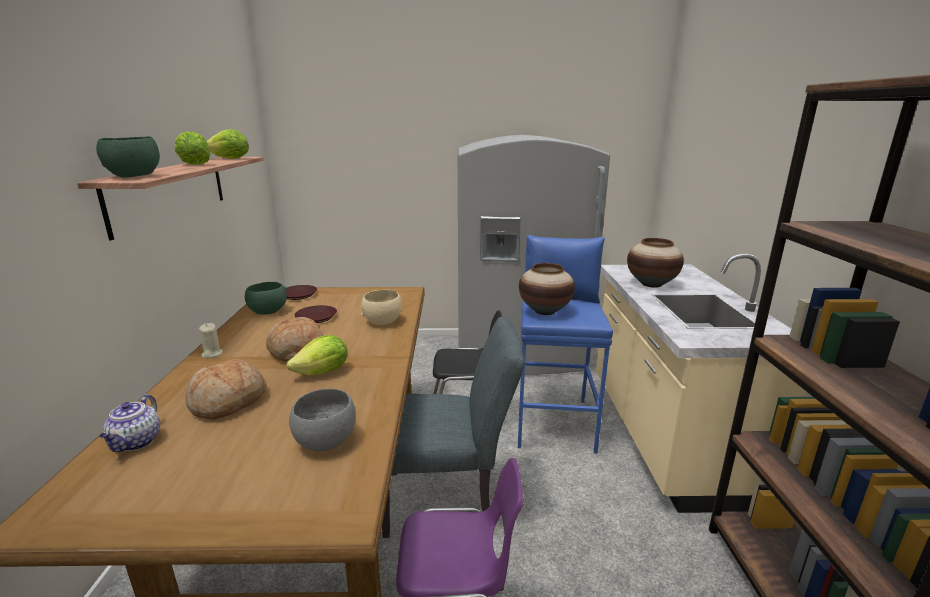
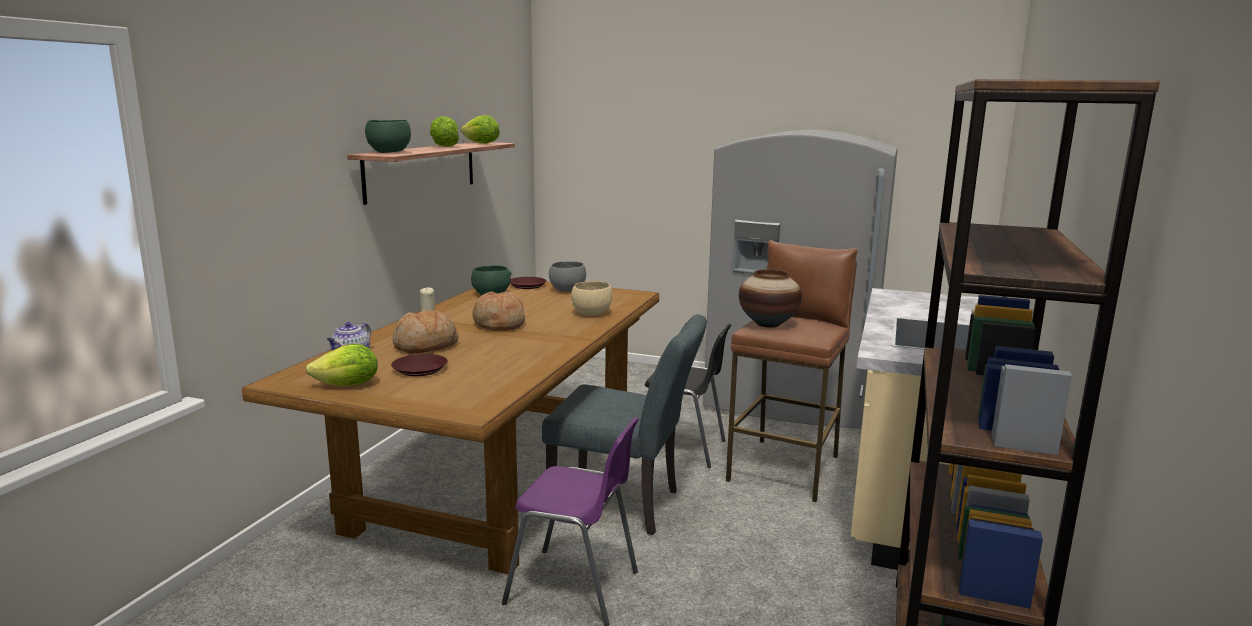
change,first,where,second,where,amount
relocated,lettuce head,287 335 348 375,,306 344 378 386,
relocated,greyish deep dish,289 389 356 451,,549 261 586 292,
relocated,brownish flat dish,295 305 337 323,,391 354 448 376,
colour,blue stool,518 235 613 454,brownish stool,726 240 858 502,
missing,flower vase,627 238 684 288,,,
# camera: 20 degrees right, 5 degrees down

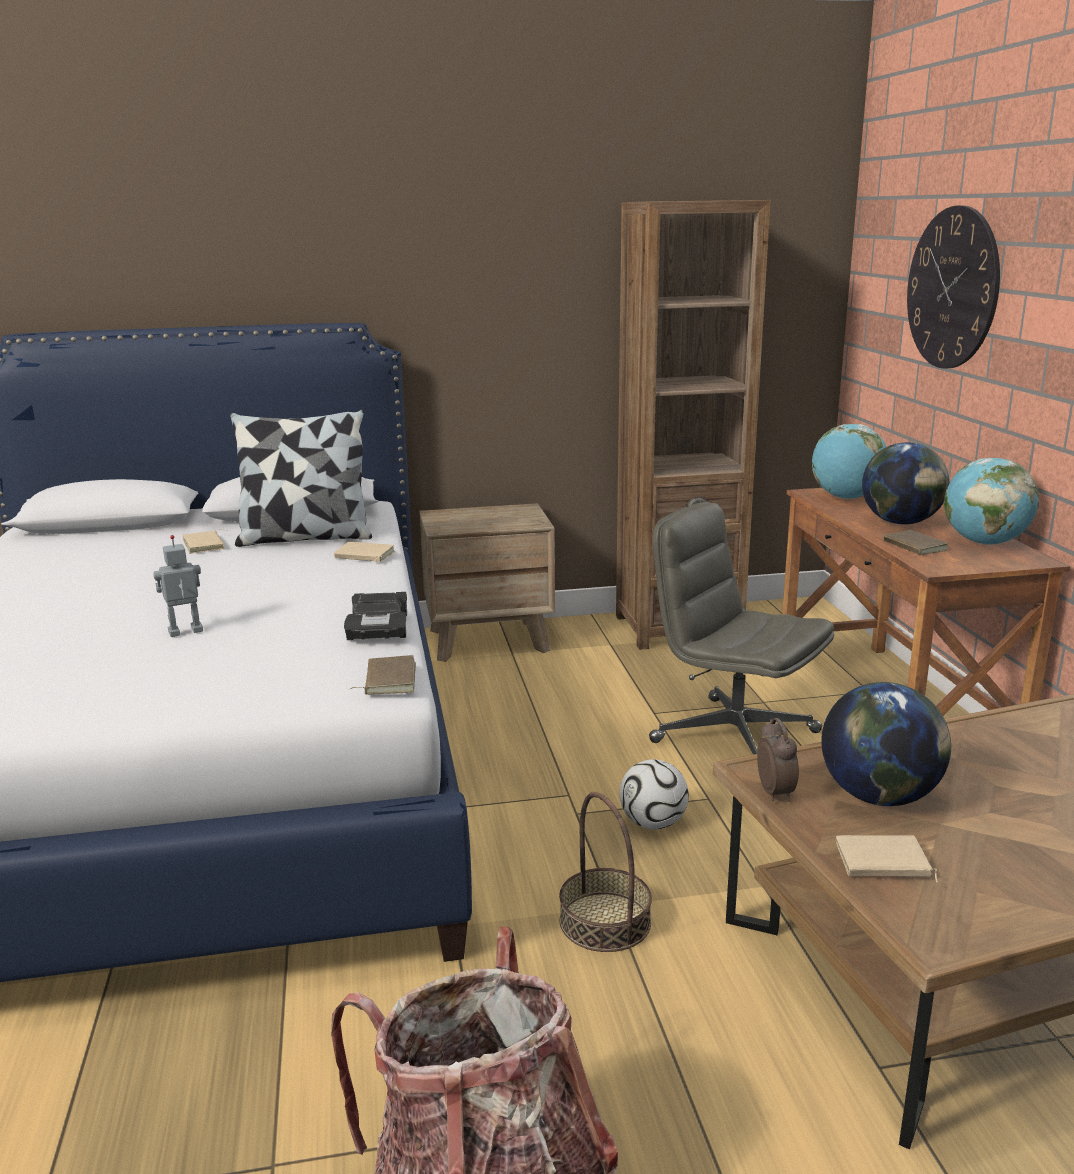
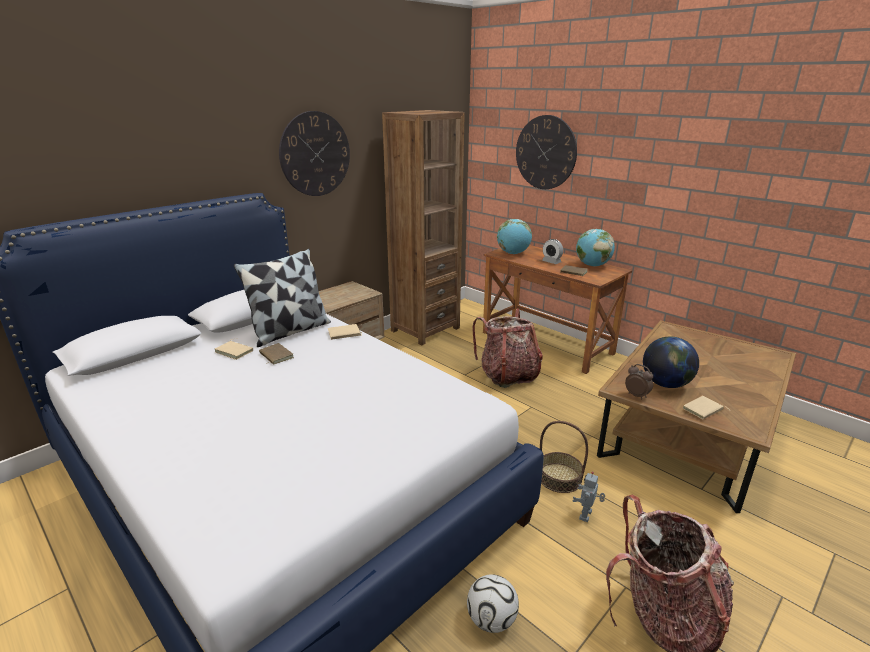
change,first,where,second,where,amount
relocated,toy robot,153 535 203 637,,573 472 605 522,
missing,blackish model car,344 592 407 640,,,
relocated,brownish volume,350 655 416 695,,259 343 294 365,
relocated,football ball,619 759 689 829,,467 574 519 633,
exchanged,greyish computer chair,649 502 834 755,knapsack,472 308 543 388,
exchanged,globe,862 442 949 524,bedside clock,542 239 563 264,
appeared,,,clock on the wall,279 111 350 196,
# camera: 35 degrees left, 5 degrees up

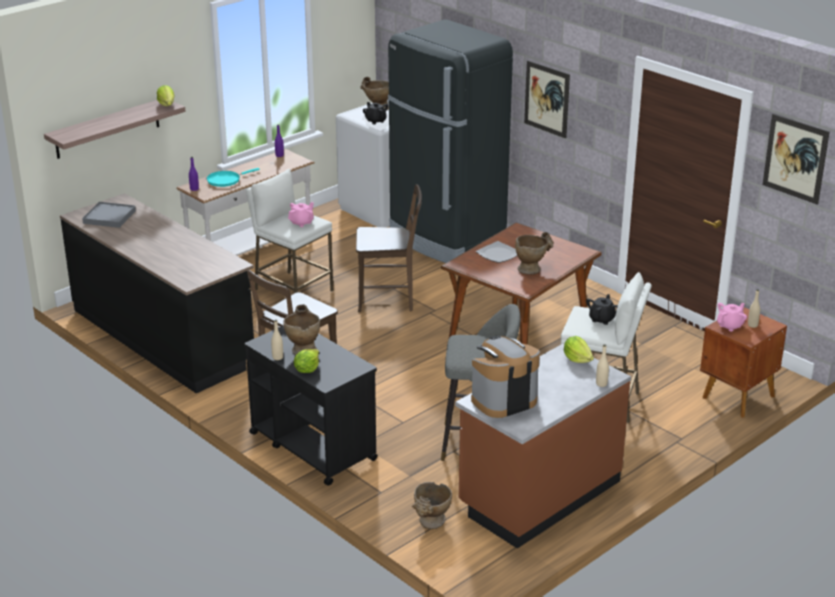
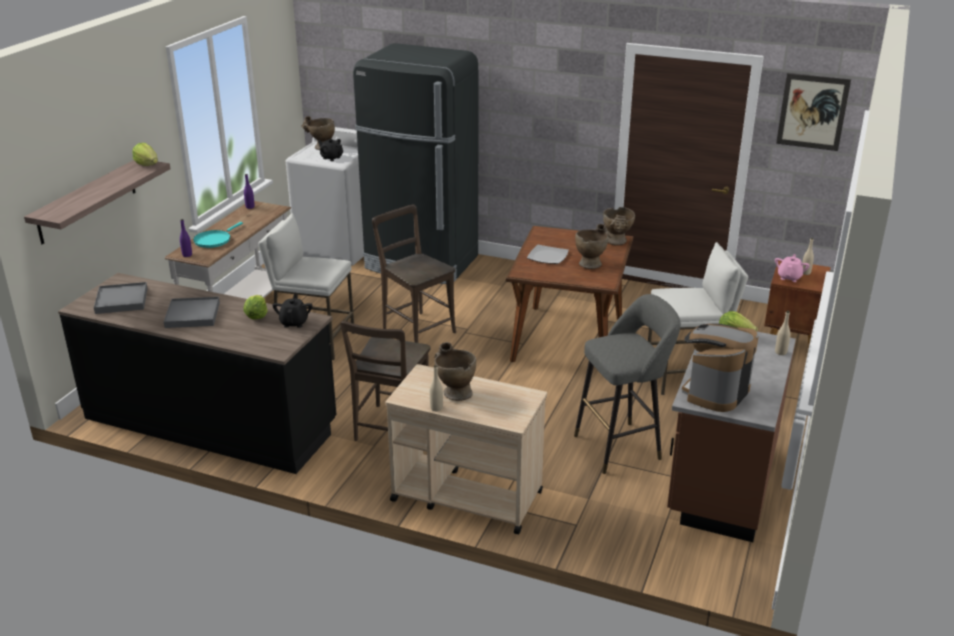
change,first,where,second,where,amount
colour,blackish cart,244 326 378 486,sand-coloured cart,385 364 547 534,
missing,pink tea pot,288 202 314 227,,,
relocated,lettuce head,294 349 319 373,,243 295 268 319,
spun,brownish chair,356 184 422 312,,372 205 456 343,105 degrees counterclockwise
relocated,sand-coloured flower vase,412 482 452 529,,603 207 635 245,
missing,picture,524 60 570 138,,,
relocated,blackish tea pot,586 294 618 325,,272 294 313 328,
appeared,,,greyish serving tray,164 297 220 328,
# camera: 25 degrees left, 0 degrees up

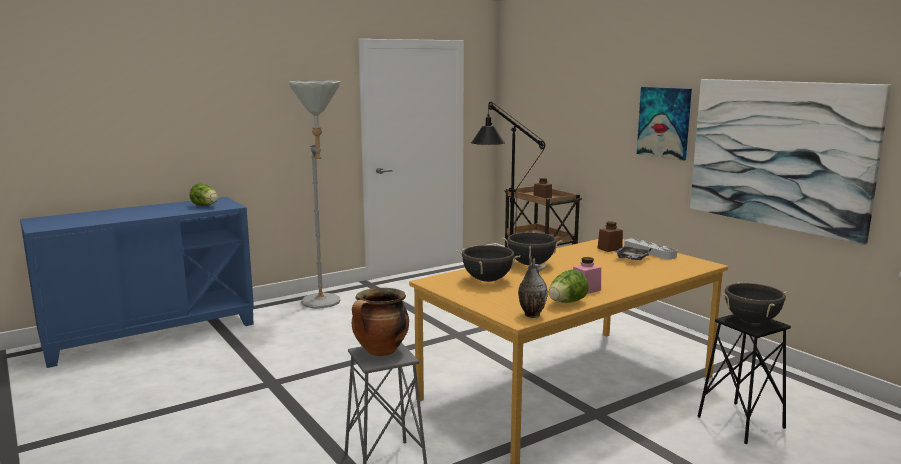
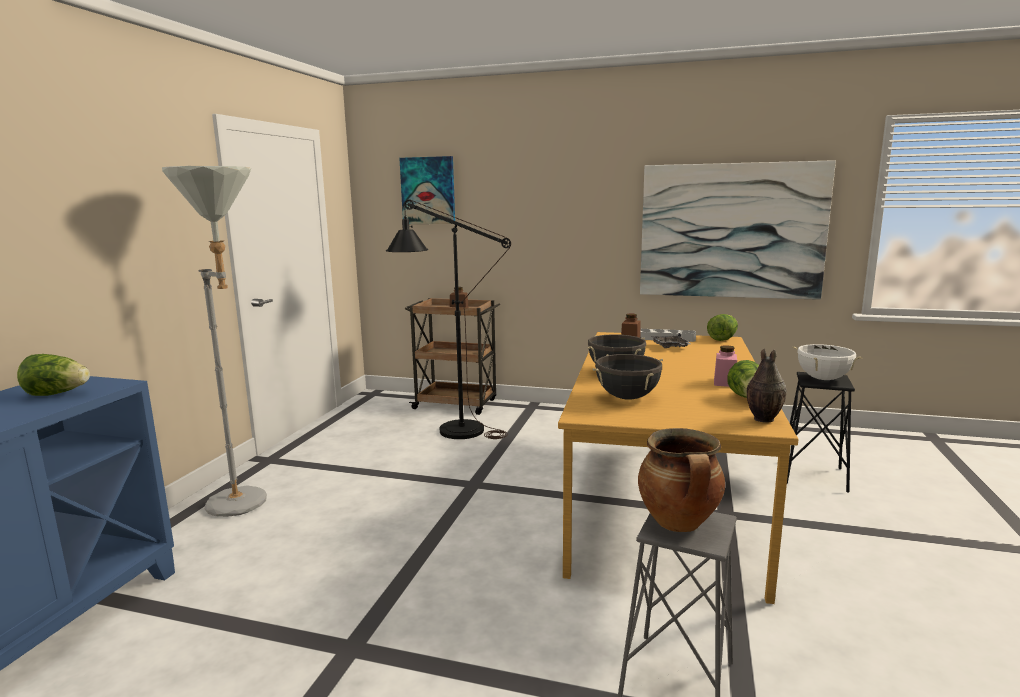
change,first,where,second,where,amount
relocated,picture,637 87 692 161,,399 156 455 224,
colour,blackish saucepot,721 282 788 323,whitish saucepot,793 344 863 380,
appeared,,,lettuce head,707 314 738 341,
# camera: 40 degrees left, 0 degrees up

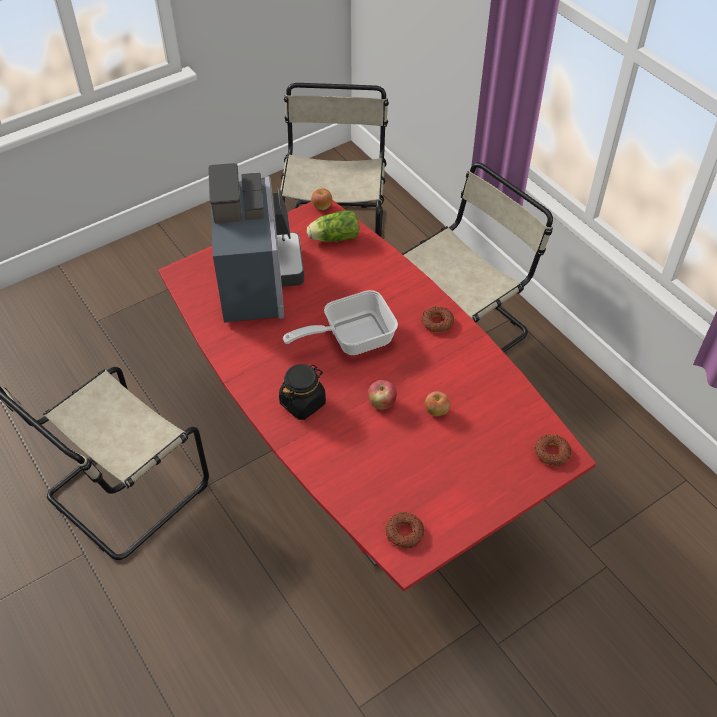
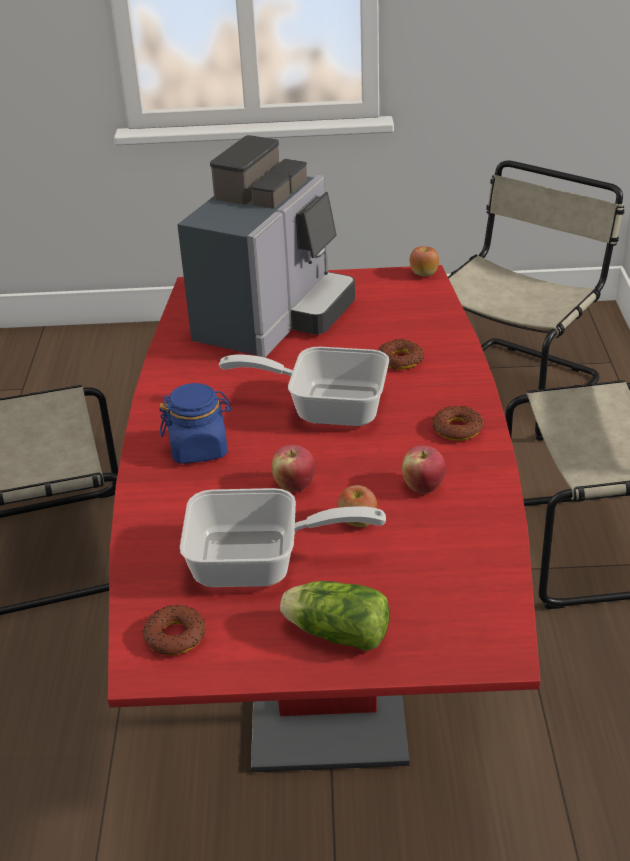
change,first,where,second,where,amount
colour,blackish storage jar,279 364 326 420,blue storage jar,159 383 232 464,
relocated,lettuce head,307 211 359 242,,280 581 389 651,
relocated,ring doughnut,535 434 571 466,,378 339 424 370,
appeared,,,frying pan,180 488 386 587,
appeared,,,apple fruit,402 445 446 494,
# camera: 35 degrees right, 15 degrees down

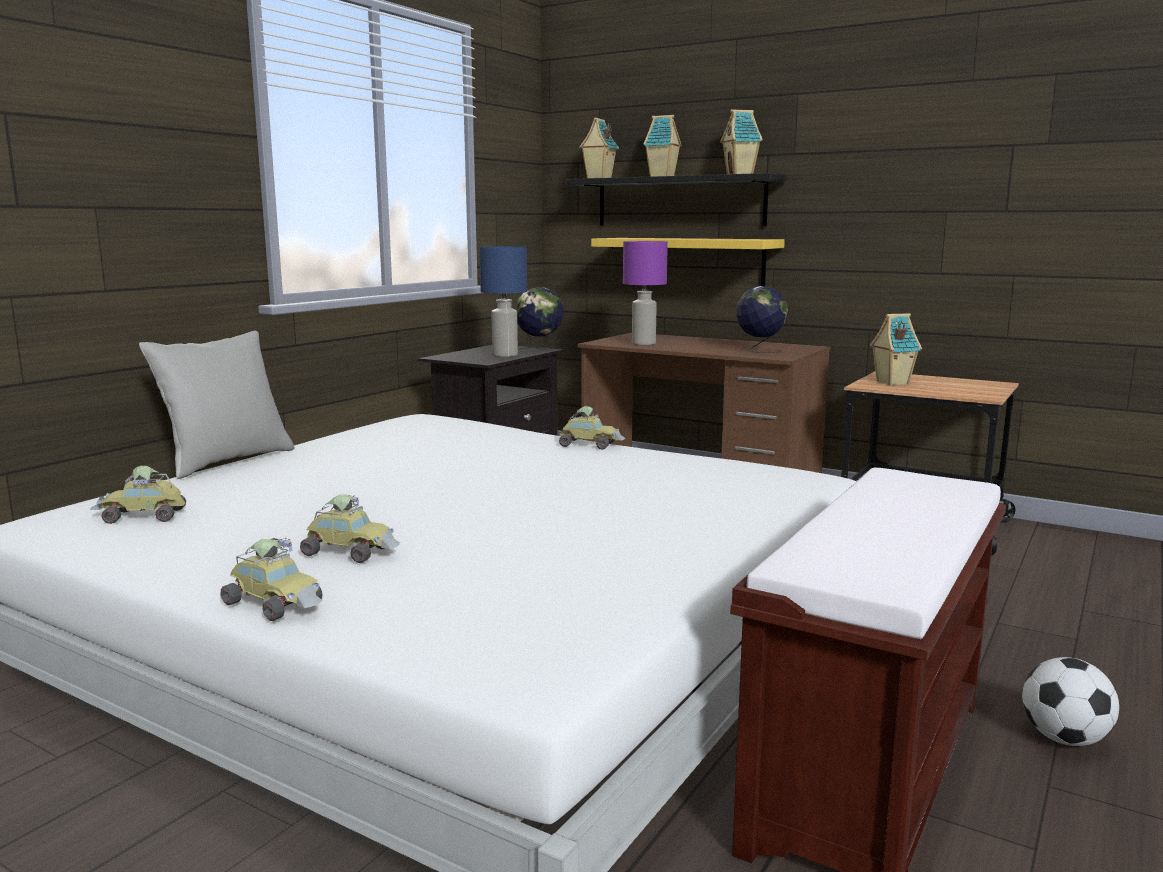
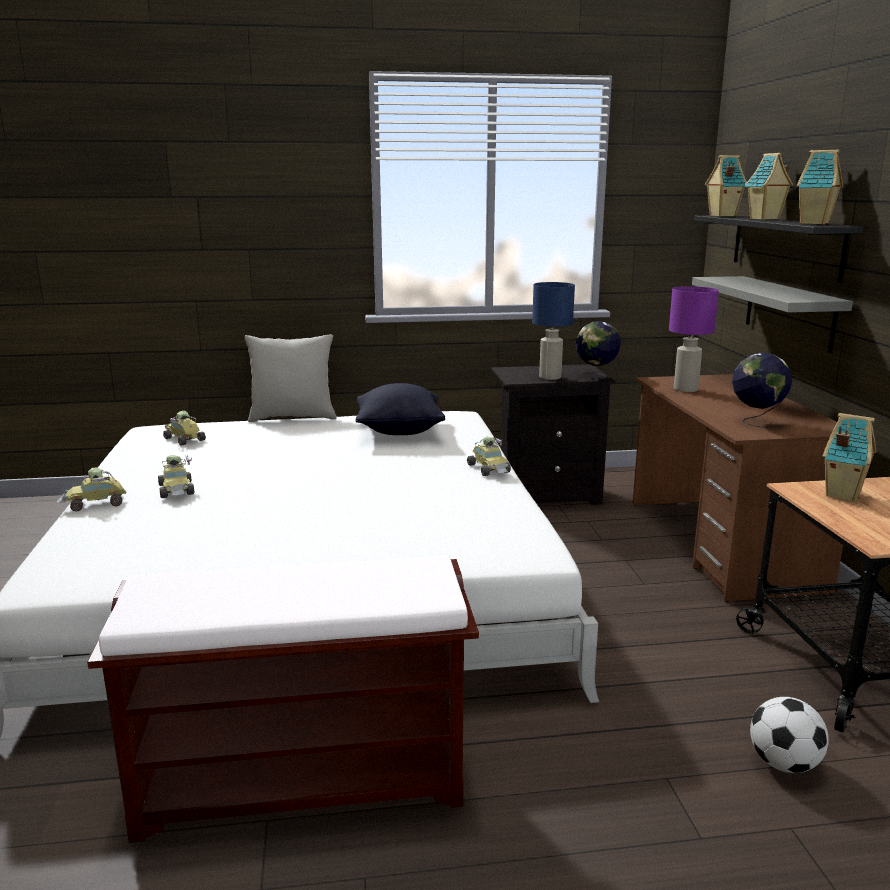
change,first,where,second,where,amount
spun,model car,221 538 323 621,,57 467 127 511,75 degrees clockwise
colour,yellow-coloured bracket shelf,591 238 785 286,greyish bracket shelf,692 276 853 353,
relocated,football ball,1022 657 1119 746,,750 697 829 773,
appeared,,,blackish cushion,355 383 445 435,
# camera: 50 degrees right, 5 degrees up

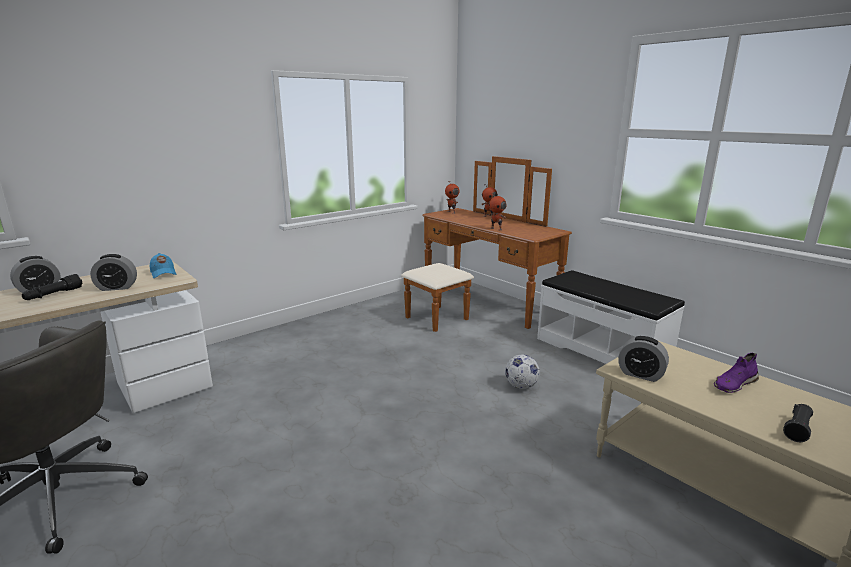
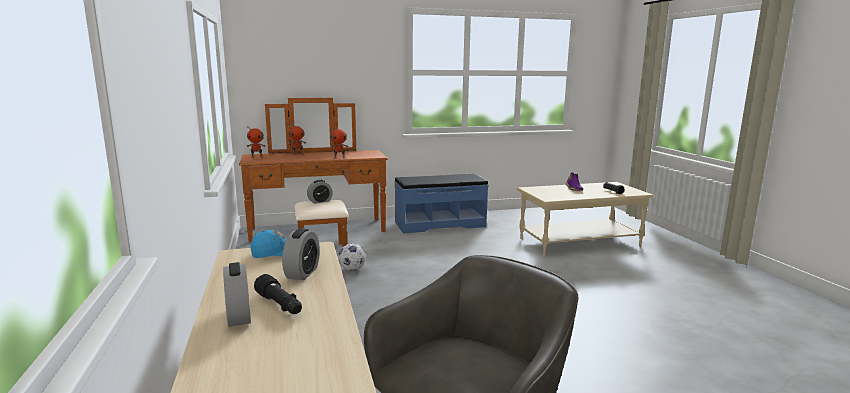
change,first,where,second,where,amount
relocated,football ball,505 354 540 389,,339 243 366 271,
colour,whitish bench,537 270 685 364,blue bench,395 173 488 234,
relocated,bedside clock,618 336 669 382,,307 180 333 204,
# camera: 65 degrees left, 5 degrees down

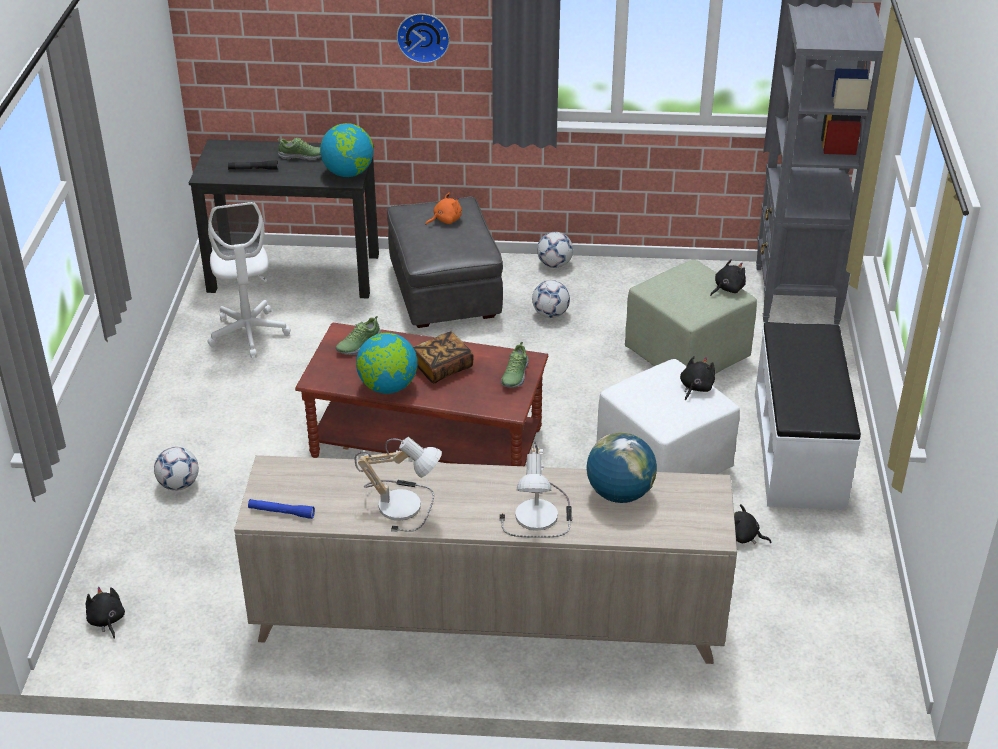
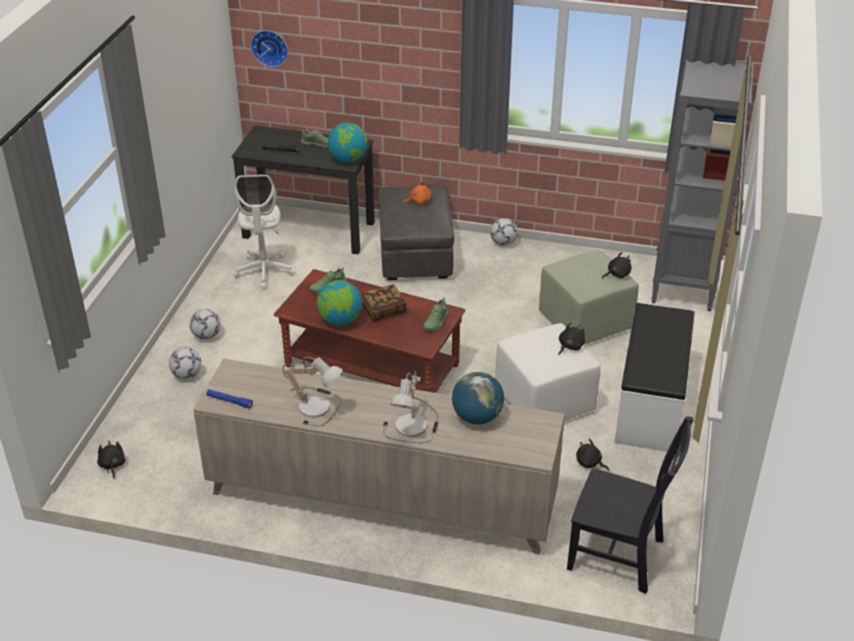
change,first,where,second,where,amount
relocated,clock on the wall,396 13 450 63,,251 30 288 67,
relocated,football ball,532 280 570 318,,190 309 221 340,
appeared,,,blackish chair,567 417 694 594,
# camera: 10 degrees right, 0 degrees up

